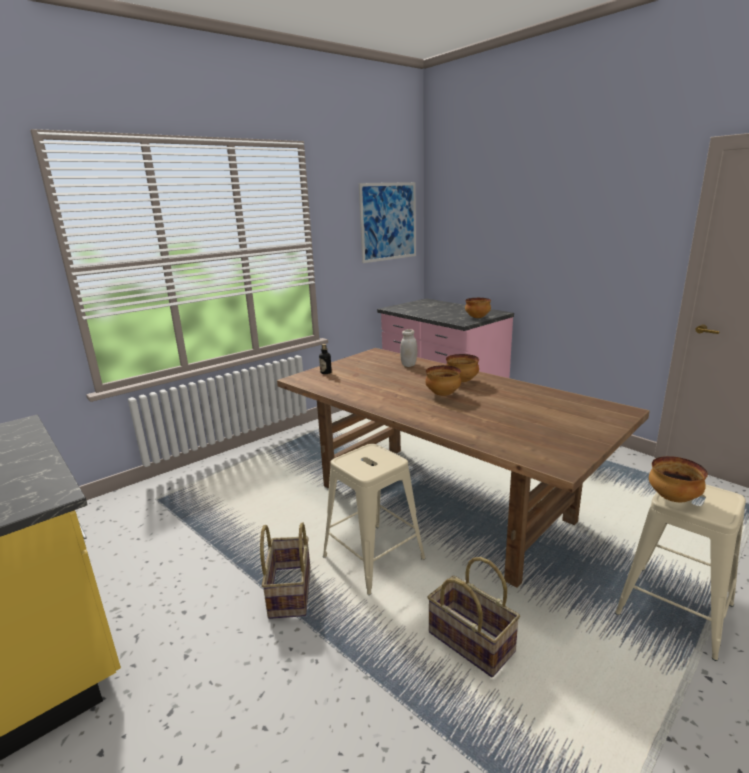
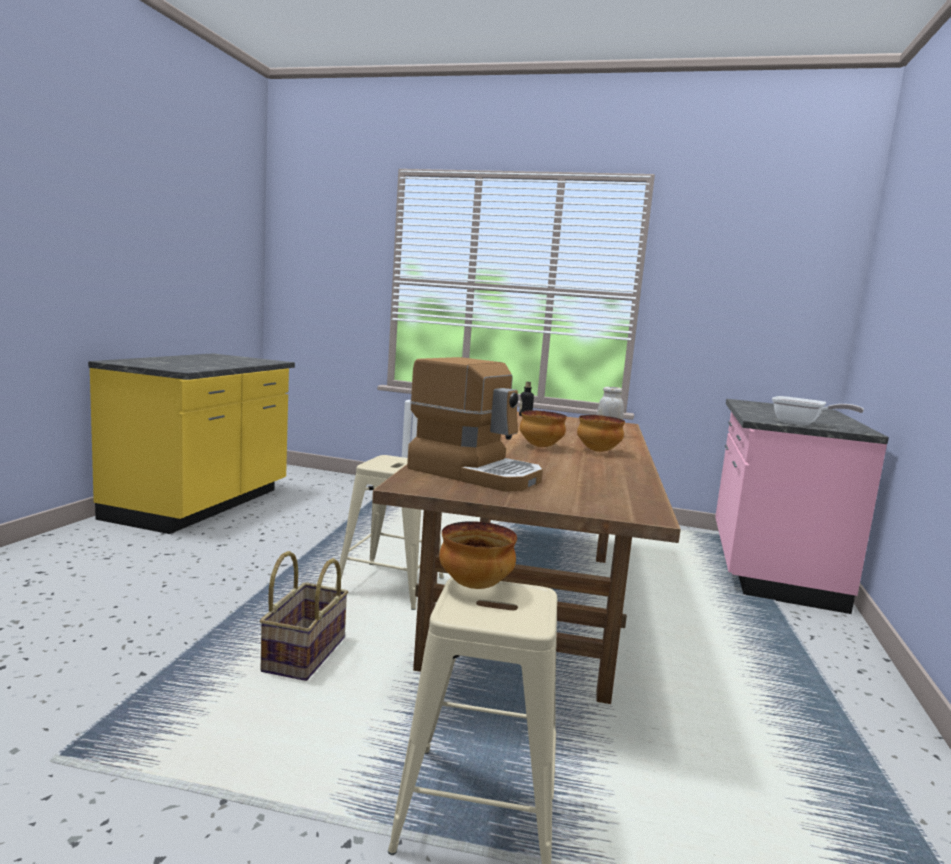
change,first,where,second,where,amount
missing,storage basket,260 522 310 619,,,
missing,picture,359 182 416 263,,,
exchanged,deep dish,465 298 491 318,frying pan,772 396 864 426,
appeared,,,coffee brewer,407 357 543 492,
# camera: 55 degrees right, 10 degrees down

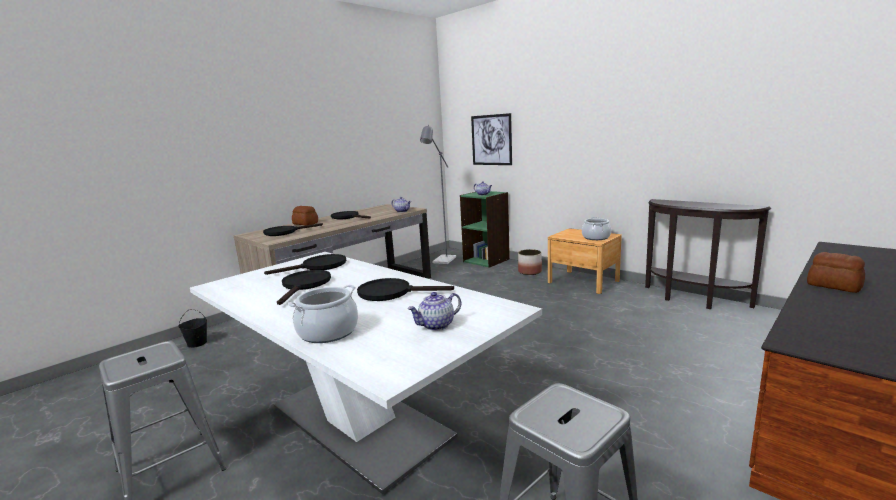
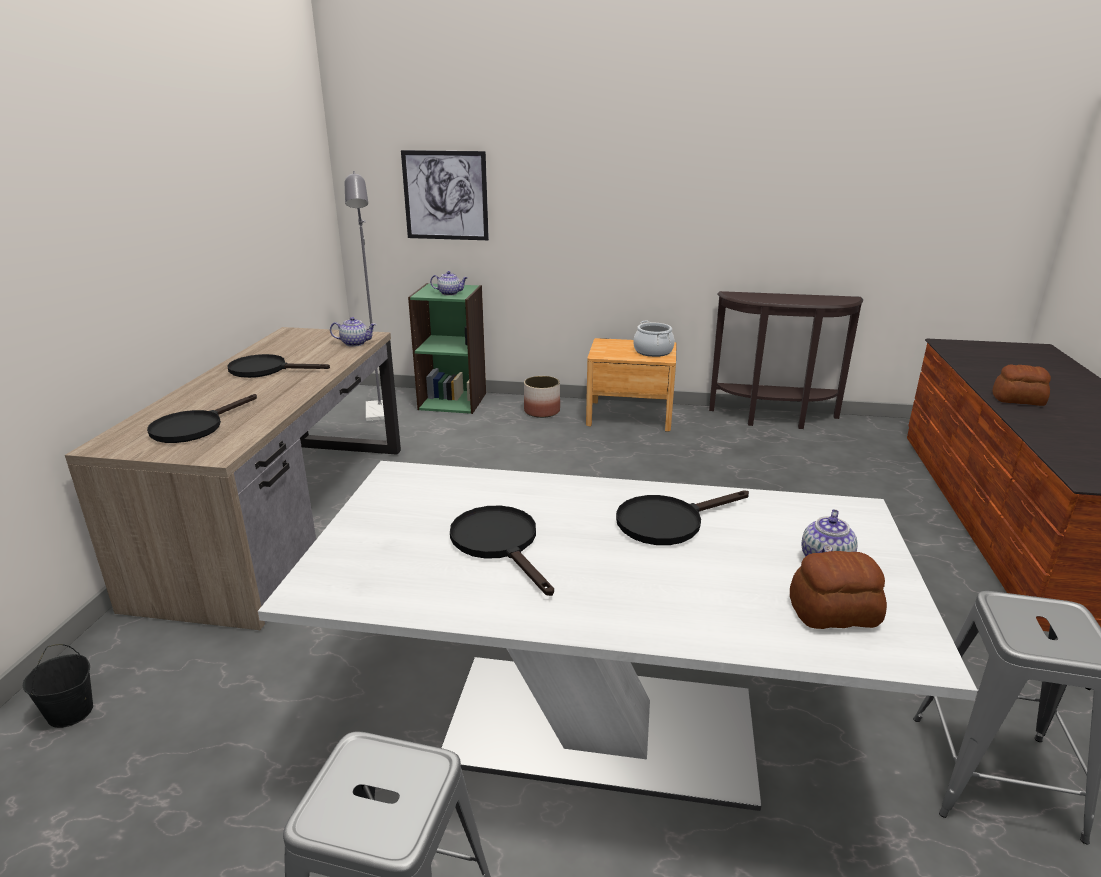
change,first,where,second,where,amount
missing,blackish frying pan,264 254 346 275,,,
missing,saucepot,288 285 358 343,,,
relocated,bakery bread,292 206 318 225,,790 551 887 629,
# camera: 35 degrees left, 10 degrees up

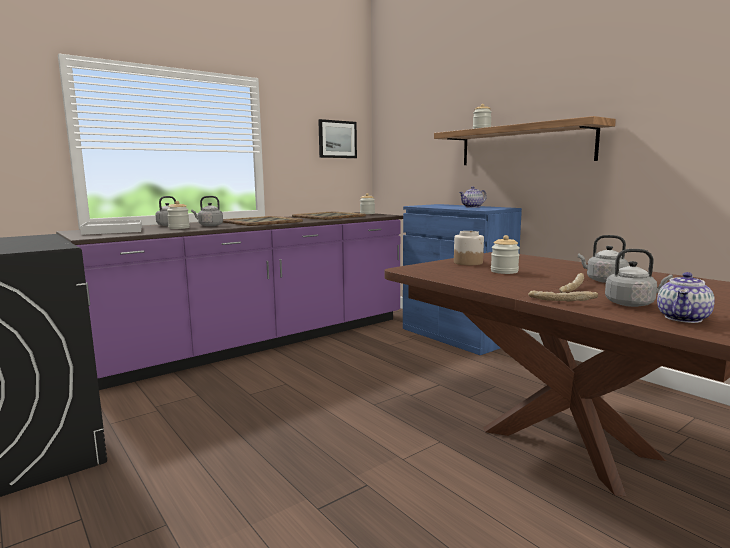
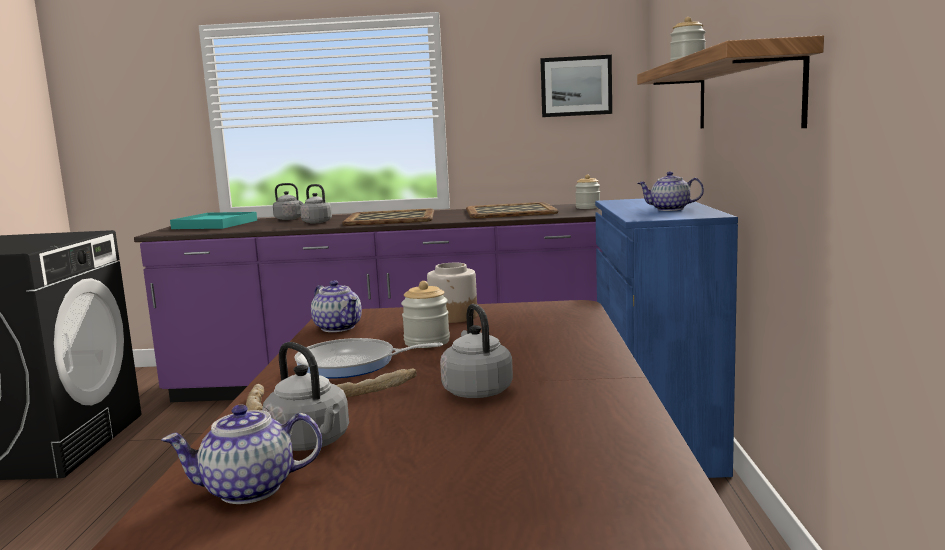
change,first,where,second,where,amount
colour,whitish serving tray,80 220 142 235,turquoise-coloured serving tray,170 212 257 229,
missing,storage jar,167 201 190 229,,,
appeared,,,frying pan,295 338 443 378,
appeared,,,tea pot,311 280 362 332,
# camera: 40 degrees right, 0 degrees up

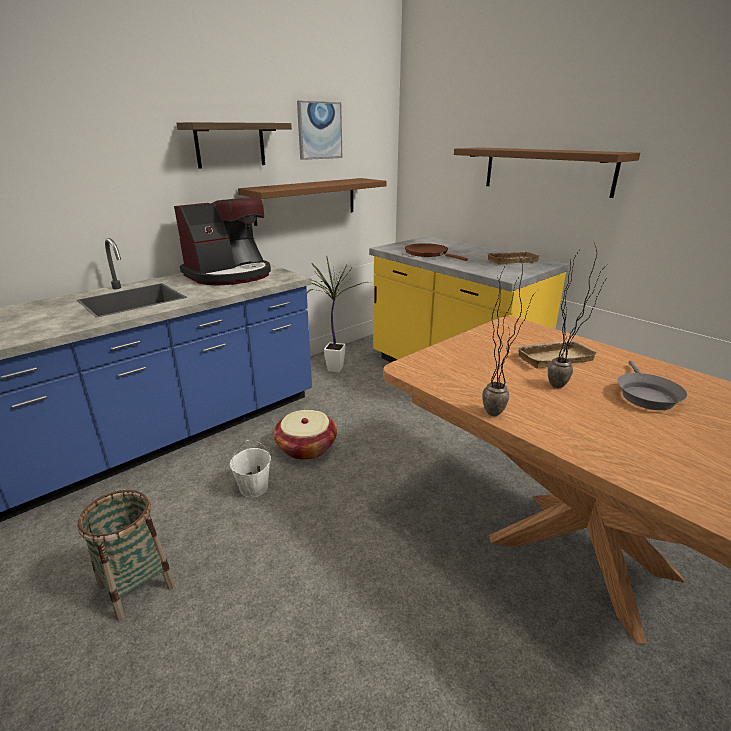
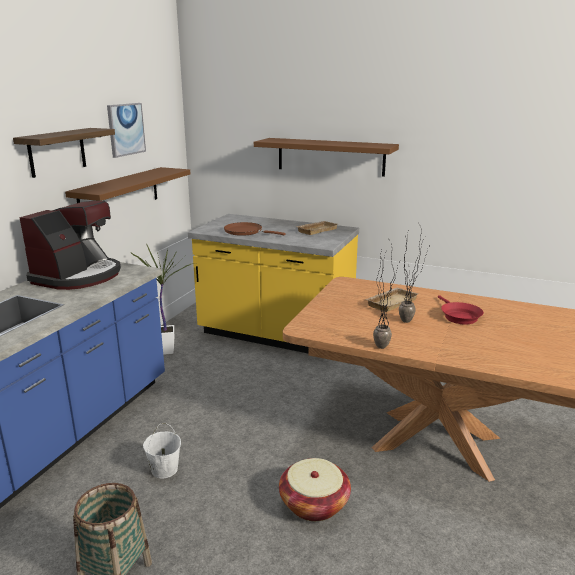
change,first,where,second,where,amount
relocated,storage basket,274 410 337 460,,279 458 351 521,
colour,greyish frying pan,617 360 687 410,red frying pan,438 295 484 324,
# camera: 25 degrees left, 5 degrees down

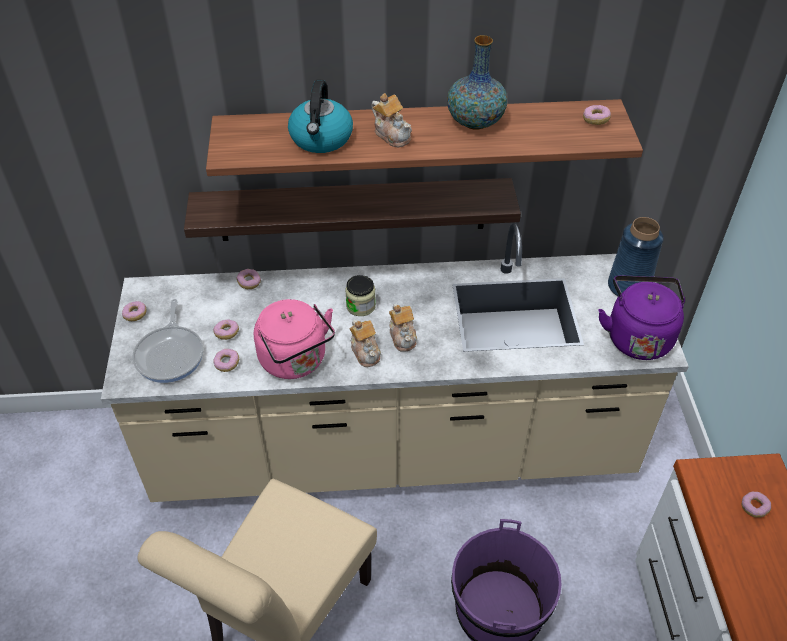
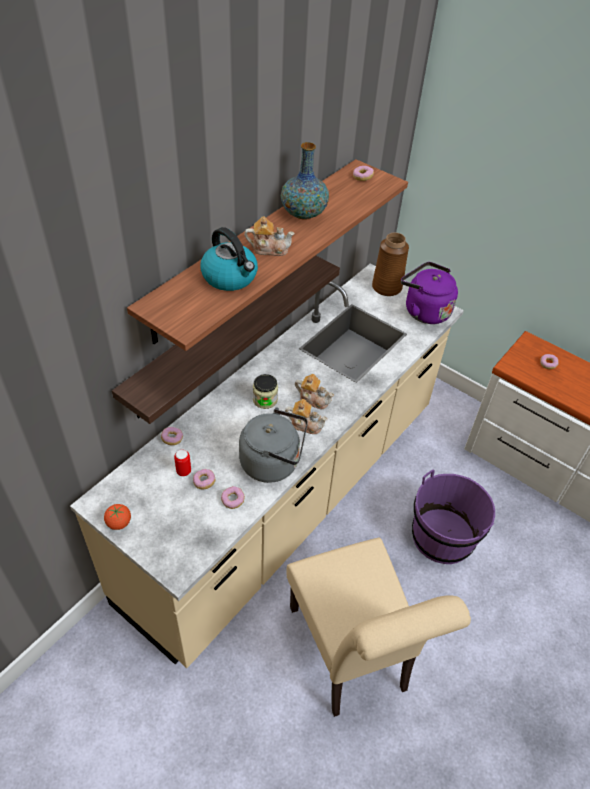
change,first,where,second,where,amount
exchanged,ring doughnut,122 301 147 321,tomato,104 504 131 530,
missing,frying pan,132 299 203 383,,,
colour,pink tea kettle,254 299 335 379,greyish tea kettle,239 407 308 483,
colour,blue flower vase,608 217 664 296,brownish flower vase,372 233 409 296,
appeared,,,can,174 449 191 476,
# camera: 50 degrees left, 0 degrees up

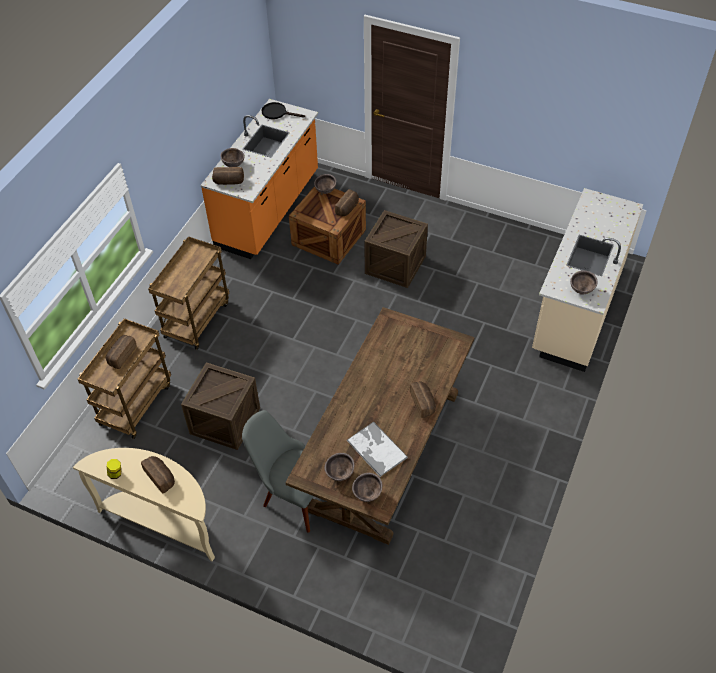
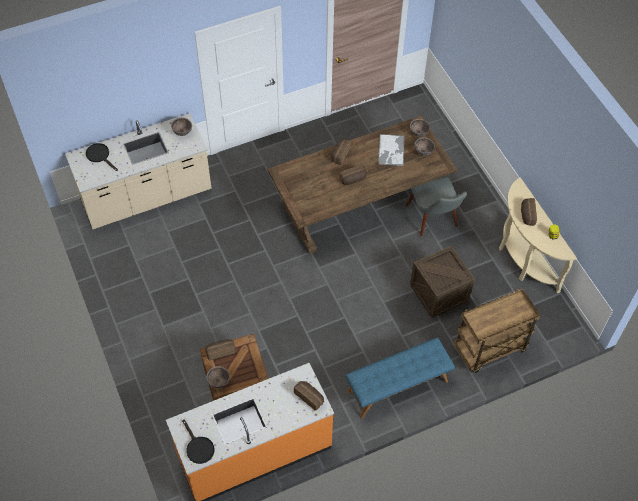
change,first,where,second,where,amount
relocated,bakery bread,106 335 136 369,,339 164 367 185,
exchanged,brownish cart,148 236 229 350,blue bench,345 337 455 418,
missing,brownish deep dish,220 148 245 167,,,
missing,shipping crate,364 210 428 288,,,
appeared,,,blackish frying pan,86 143 118 171,
# camera: 140 degrees left, 5 degrees up

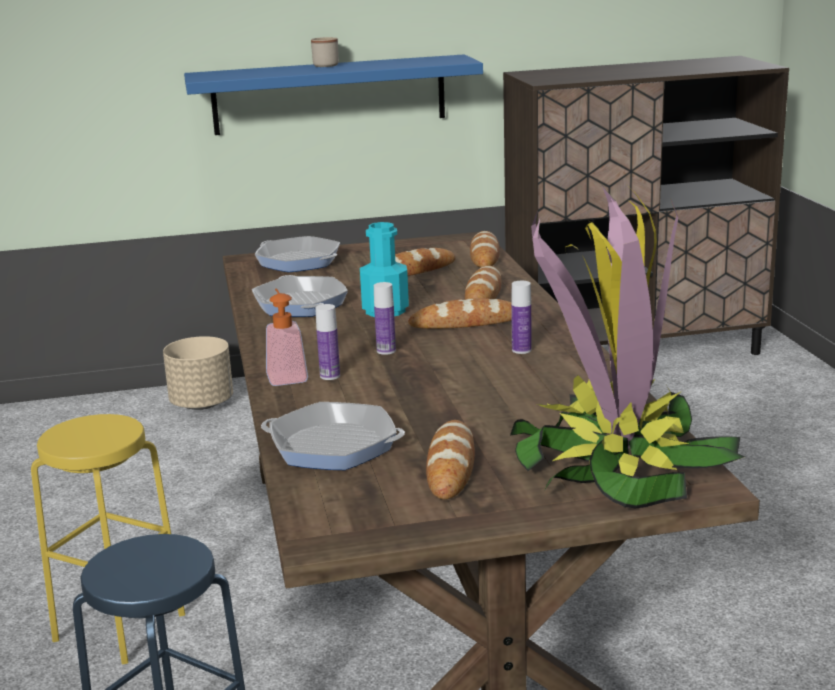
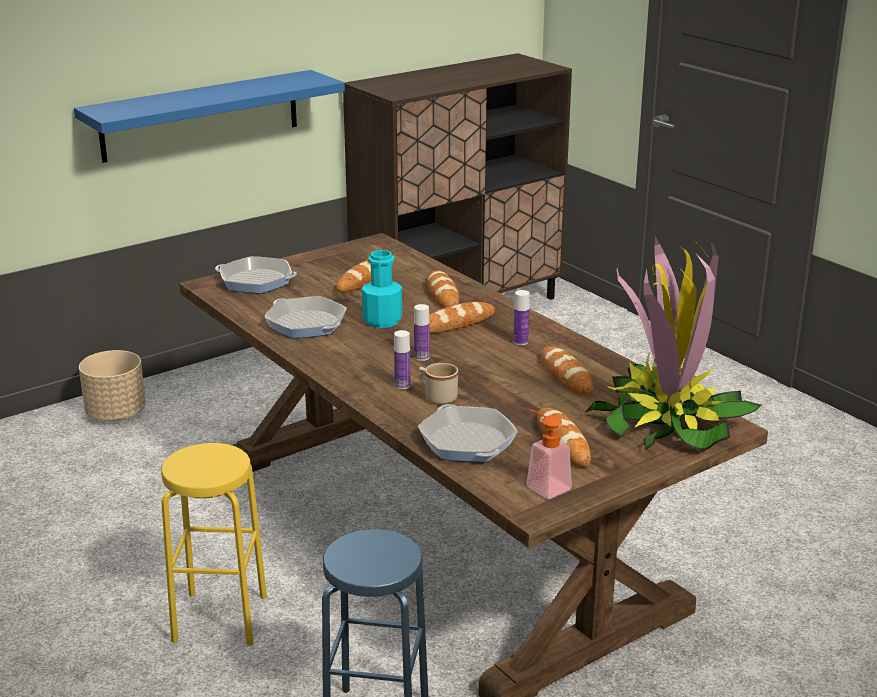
change,first,where,second,where,amount
spun,frying pan,261 402 405 470,,418 404 518 462,75 degrees clockwise
relocated,soap dispenser,266 289 308 386,,526 409 572 499,
relocated,sand-coloured tea mug,311 37 339 67,,419 363 458 405,
relocated,bakery bread,470 231 500 268,,541 346 594 396,
# camera: 25 degrees left, 5 degrees up

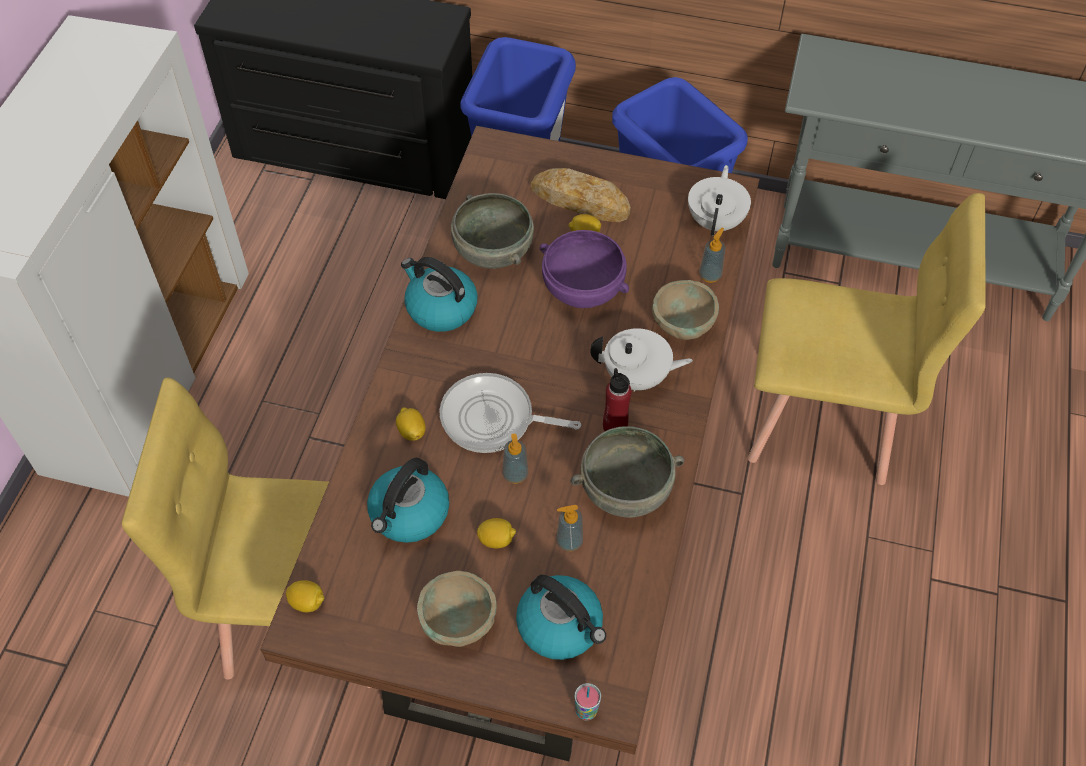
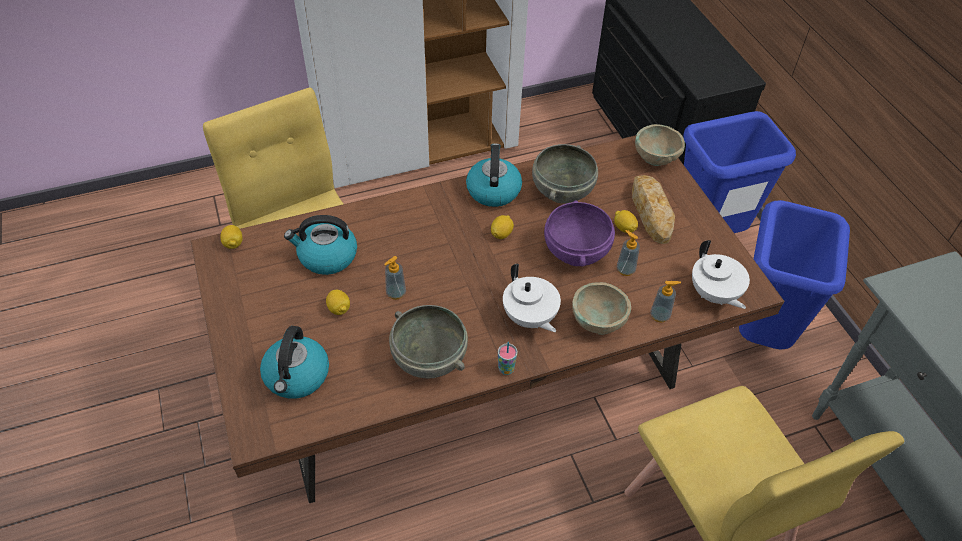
change,first,where,second,where,amount
relocated,citrus fruit,396 407 426 441,,491 215 514 239,
relocated,sand-coloured deep dish,417 571 497 647,,635 124 685 166,
missing,frying pan,440 373 581 453,,,
relocated,soap dispenser,557 505 583 551,,617 230 640 276,
relocated,cup,574 683 601 720,,498 342 518 375,
missing,red bottle,603 368 632 431,,,
spun,whitish tea pot,688 165 751 236,,692 240 750 309,90 degrees clockwise
# camera: 55 degrees right, 5 degrees down

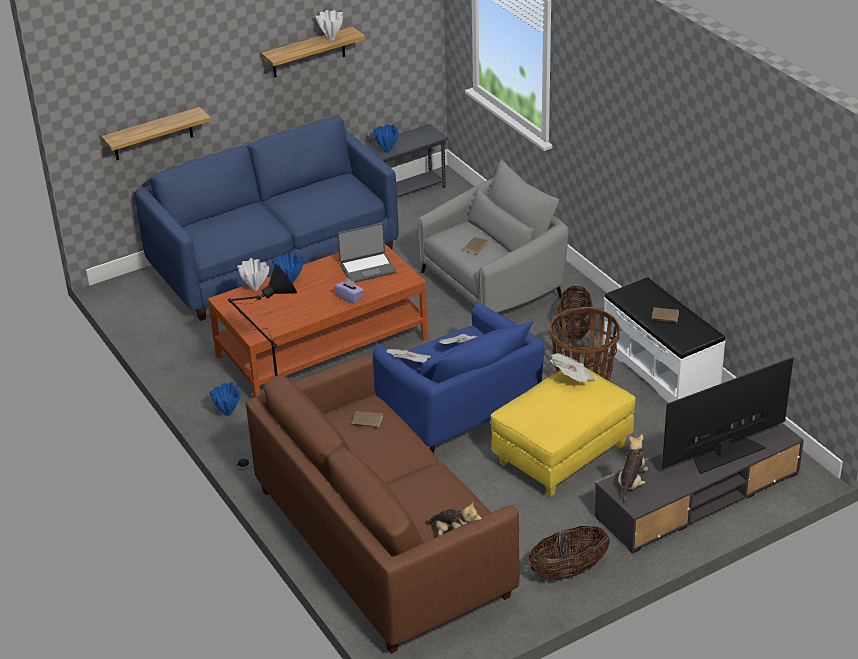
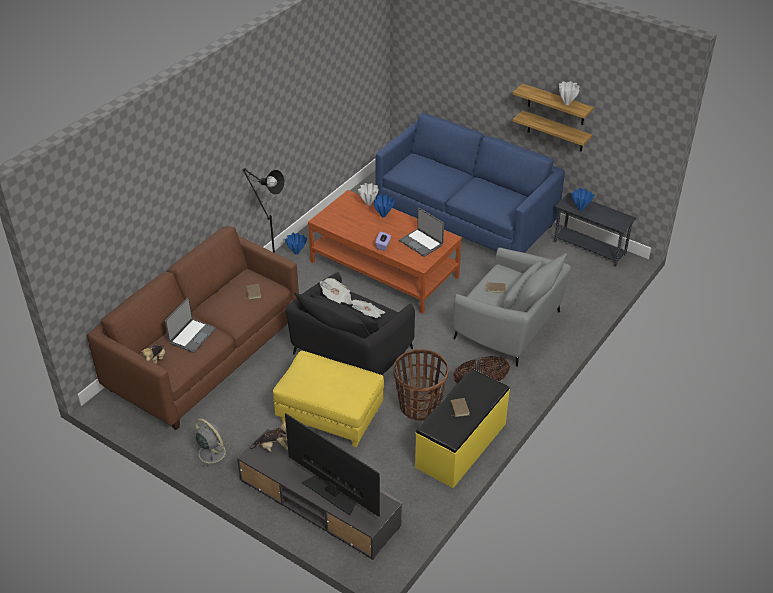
change,first,where,second,where,amount
relocated,bracket shelf,101 107 211 160,,513 110 592 152,
colour,blue easy chair,373 302 545 453,blackish easy chair,286 272 415 375,
exchanged,storage basket,528 526 610 580,greyish cooling fan,190 418 232 468,
missing,printed paper,550 353 598 382,,,
colour,whitish bench,603 277 725 403,yellow-coloured bench,415 369 510 488,
appeared,,,laptop,165 297 216 353,
# camera: 65 degrees right, 5 degrees up

